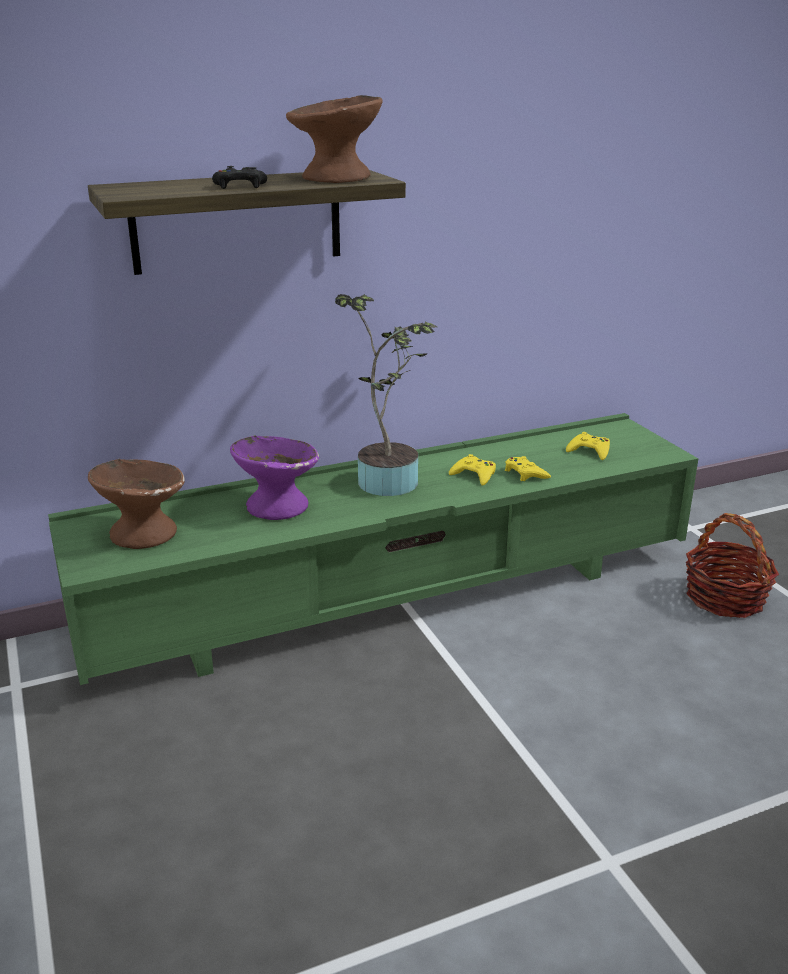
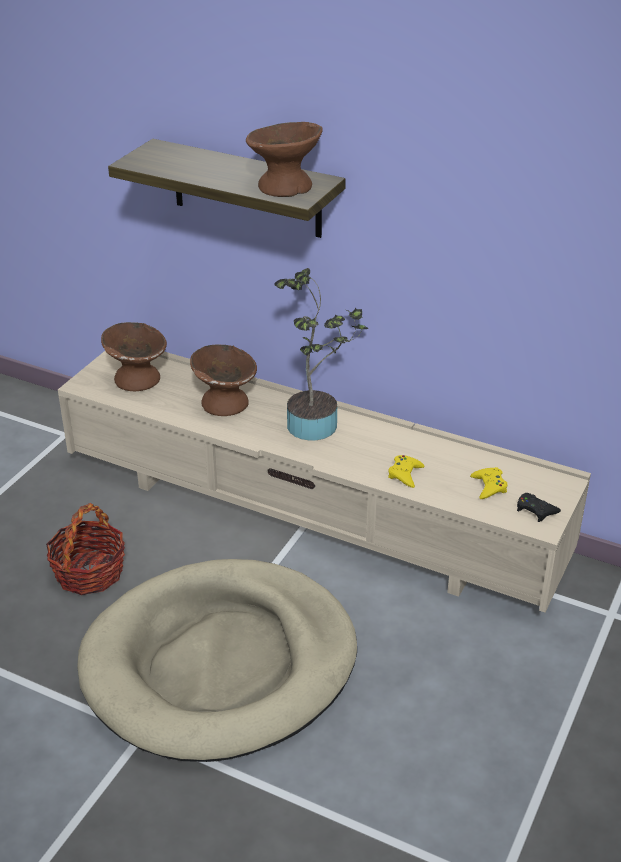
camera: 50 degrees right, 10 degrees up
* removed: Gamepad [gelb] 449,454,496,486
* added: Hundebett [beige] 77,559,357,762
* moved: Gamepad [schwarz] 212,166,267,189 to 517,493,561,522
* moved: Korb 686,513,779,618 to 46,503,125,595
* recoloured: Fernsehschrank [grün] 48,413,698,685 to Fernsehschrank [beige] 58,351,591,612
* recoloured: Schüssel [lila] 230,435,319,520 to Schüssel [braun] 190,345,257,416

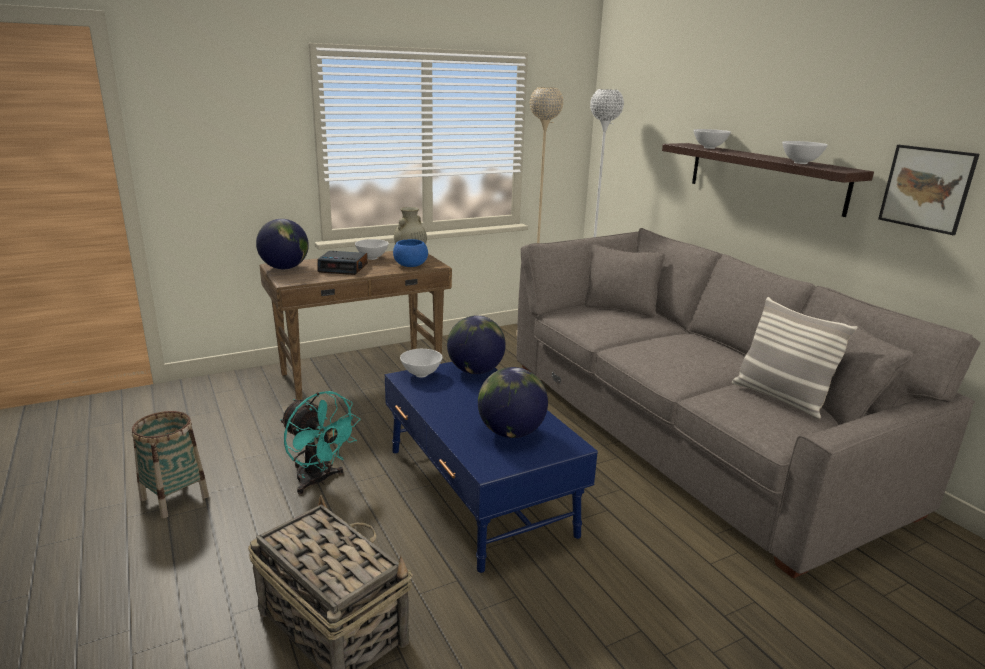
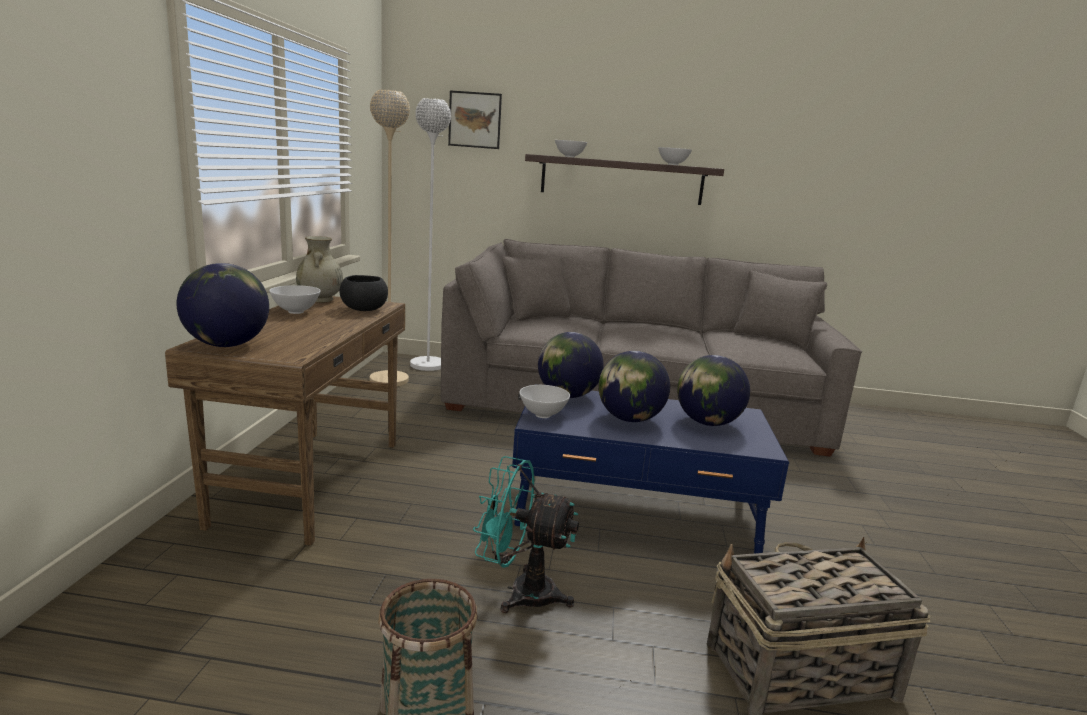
camera: 55 degrees left, 5 degrees down
* removed: Wecker 317,251,368,275
* removed: Kissen 732,297,858,419
* added: Globus 598,351,670,422
* moved: Bild 878,145,979,235 to 448,90,502,149
* recoloured: Schüssel [blau] 393,239,428,267 to Schüssel [schwarz] 340,275,388,311
* turned: Ventilator [türkis] 280,391,360,494 = 473,456,579,613 150 degrees counterclockwise

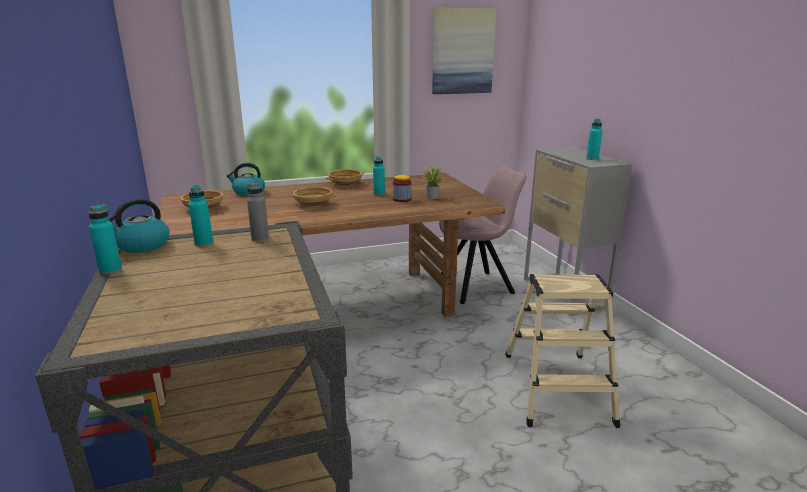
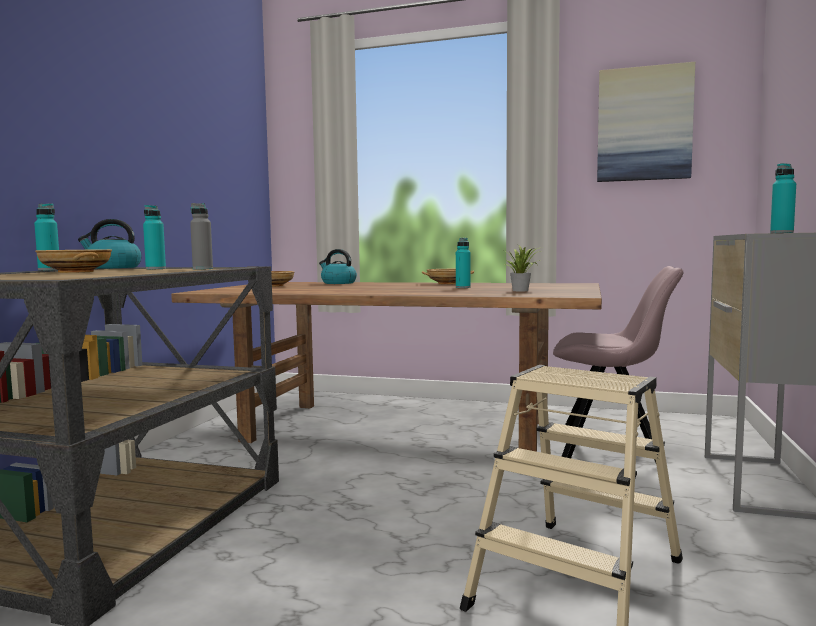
camera: 35 degrees right, 15 degrees down
* removed: Vorratsglas 393,175,411,202
* moved: Schüssel [beige] 289,187,337,207 to 35,249,112,273

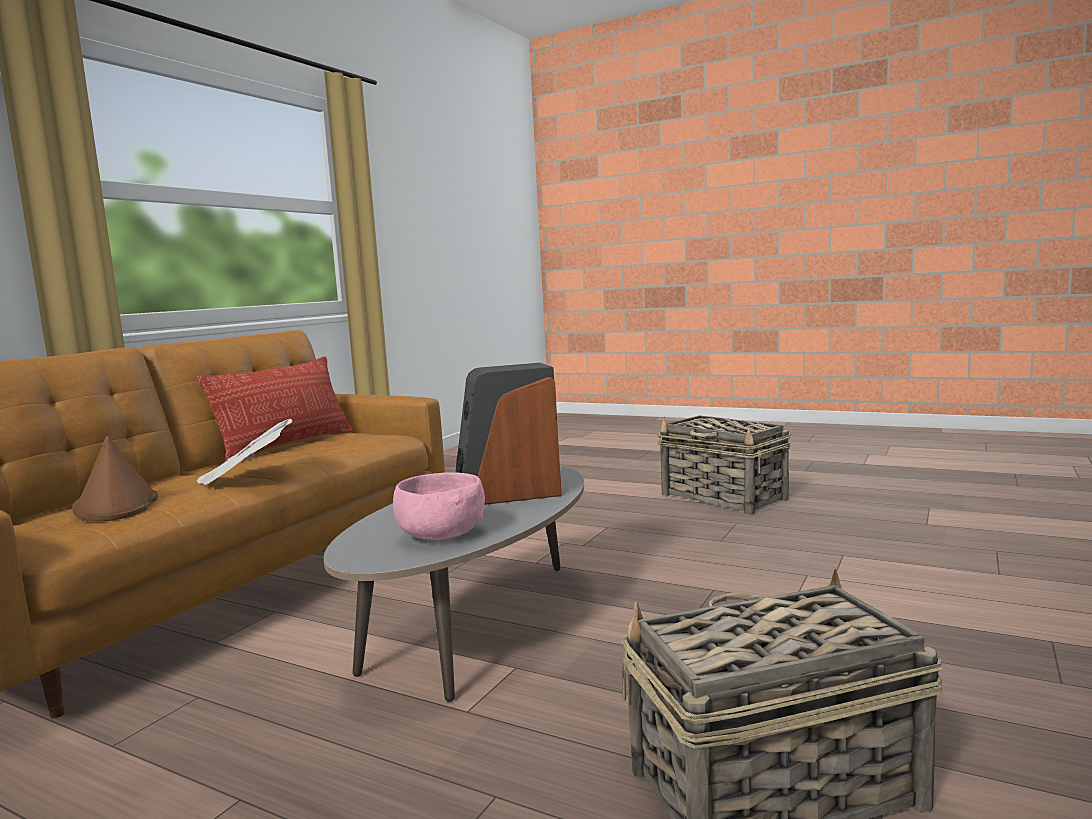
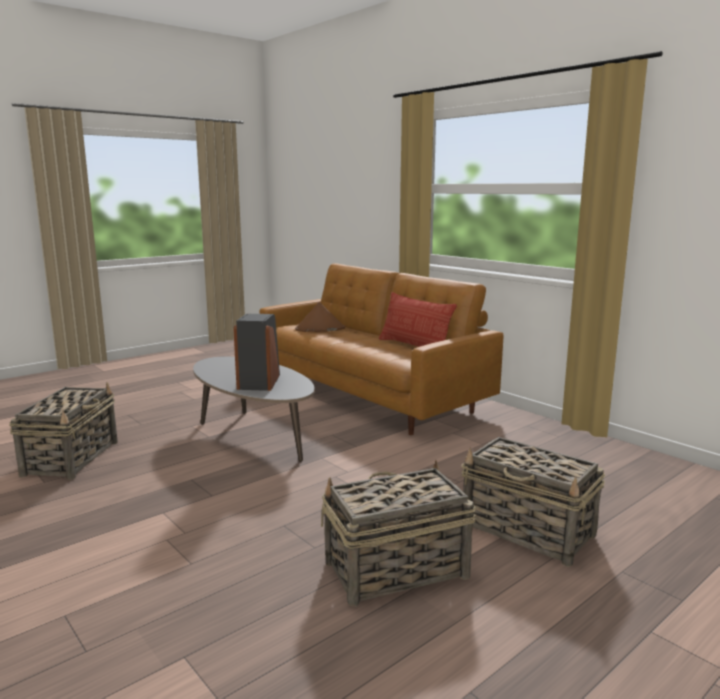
camera: 110 degrees right, 5 degrees up
* removed: Zeitung 196,419,292,485
* removed: Schüssel [rosa] 393,472,485,540
* added: Korb 462,437,605,567

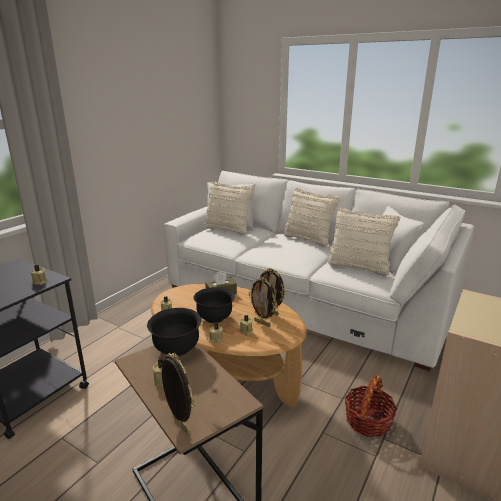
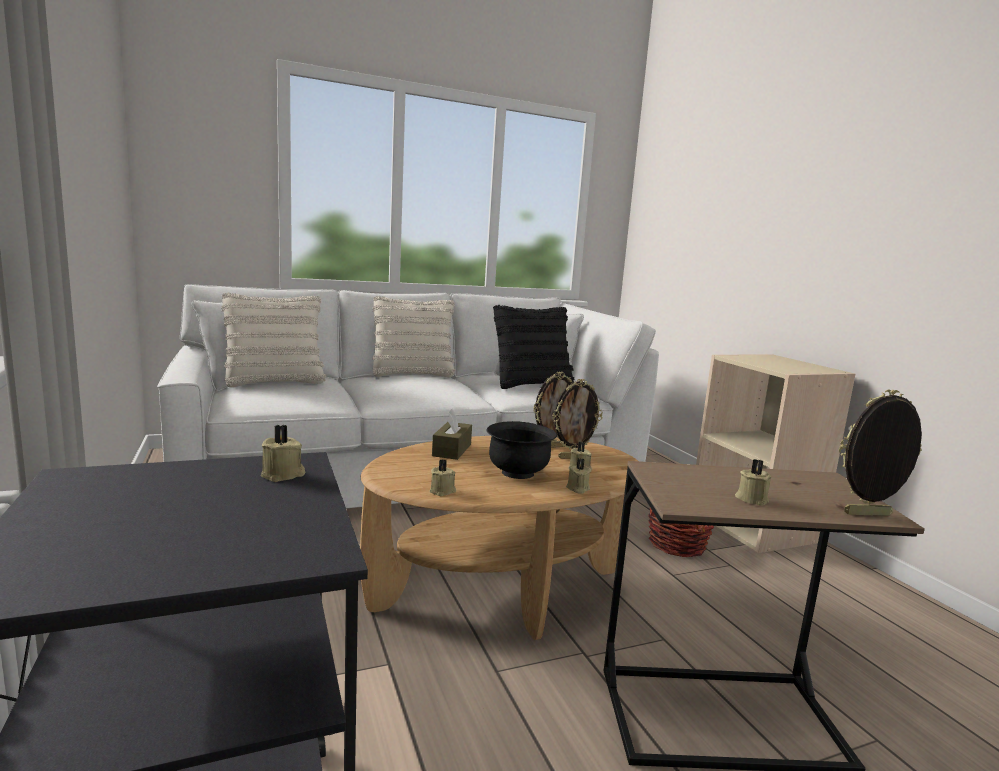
camera: 55 degrees left, 10 degrees down
* removed: Schüssel [schwarz] 147,308,201,357
* recoloured: Kissen [beige] 328,207,401,276 to Kissen [schwarz] 493,304,574,389

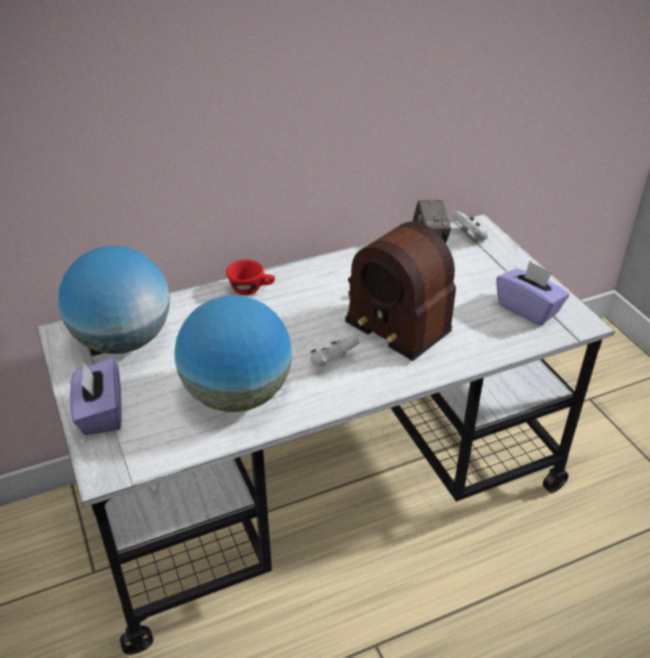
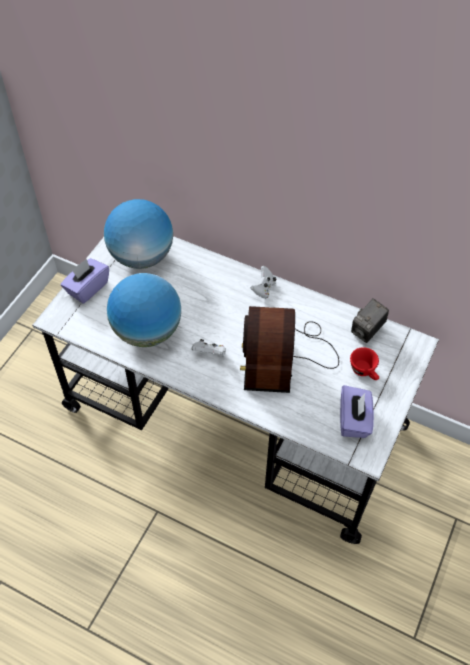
camera: 50 degrees right, 15 degrees up
* moved: Tasse [rot] 226,260,275,295 to 350,347,379,380
* moved: Gamepad [weiß] 452,210,488,241 to 251,266,276,299

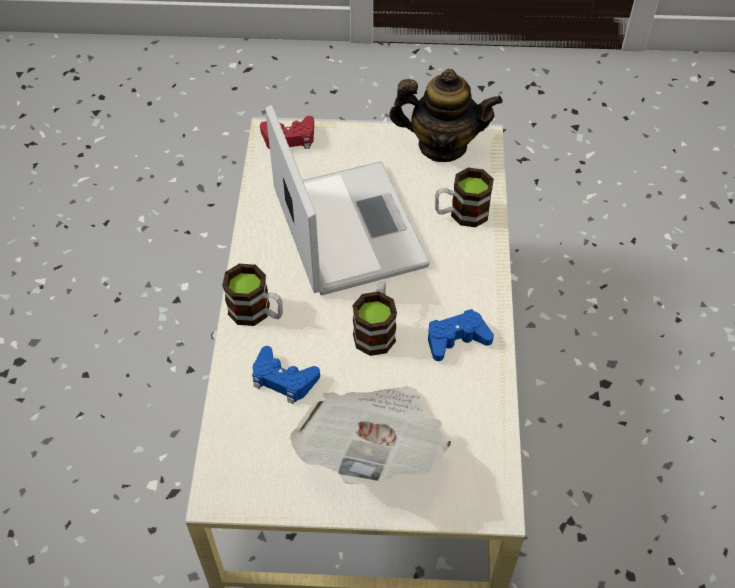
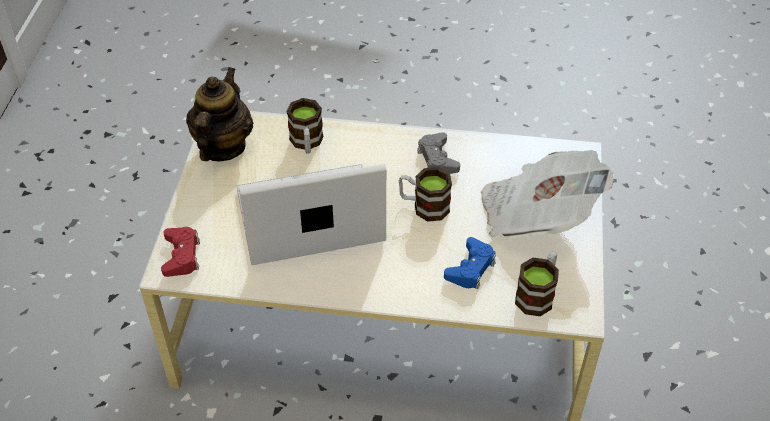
camera: 85 degrees left, 5 degrees down
* moved: Henkelbecher 222,264,283,326 to 515,252,559,316
* recoloured: Gamepad [blau] 428,309,494,361 to Gamepad [grau] 417,132,460,174

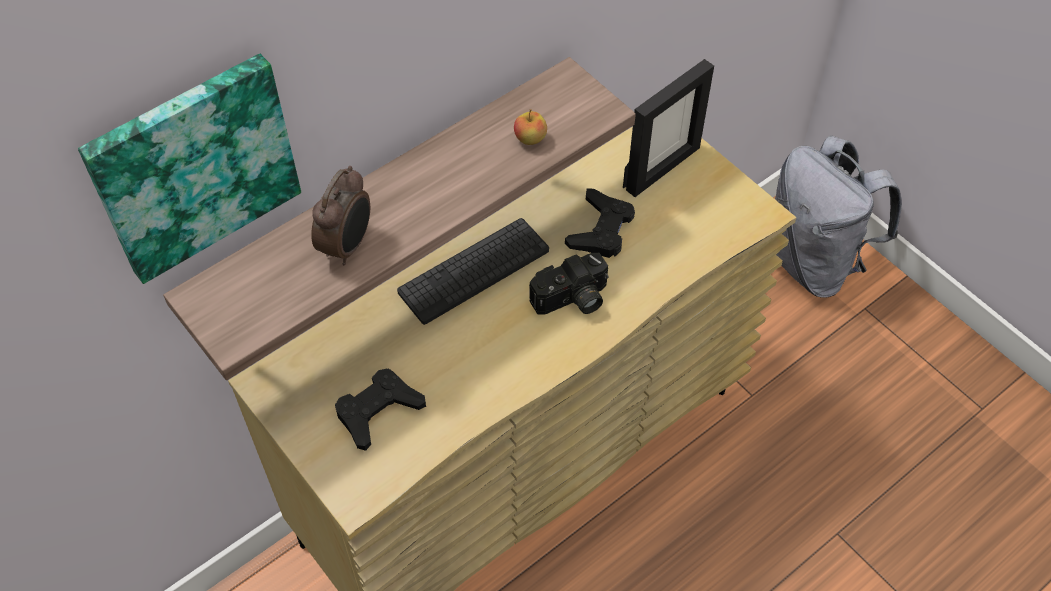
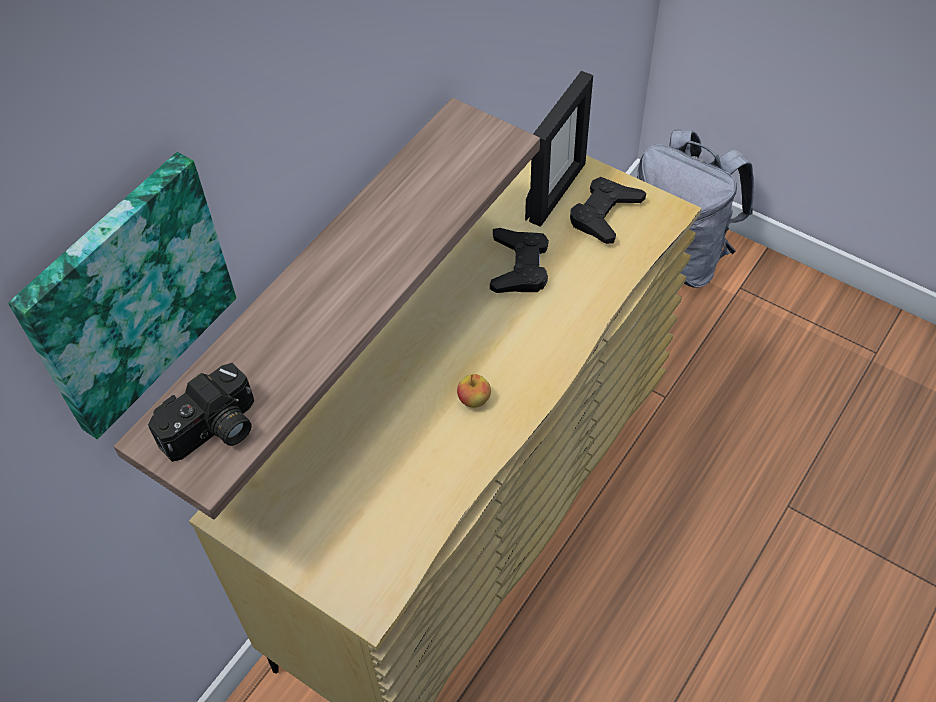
camera: 15 degrees left, 0 degrees up
* removed: Wecker 311,166,370,265
* removed: Tastatur 397,218,549,325
* moved: Gamepad [schwarz] 335,368,426,451 to 570,177,646,244
* moved: Apfel 514,109,547,145 to 457,374,491,408
* moved: Kamera 529,253,608,315 to 148,363,254,462

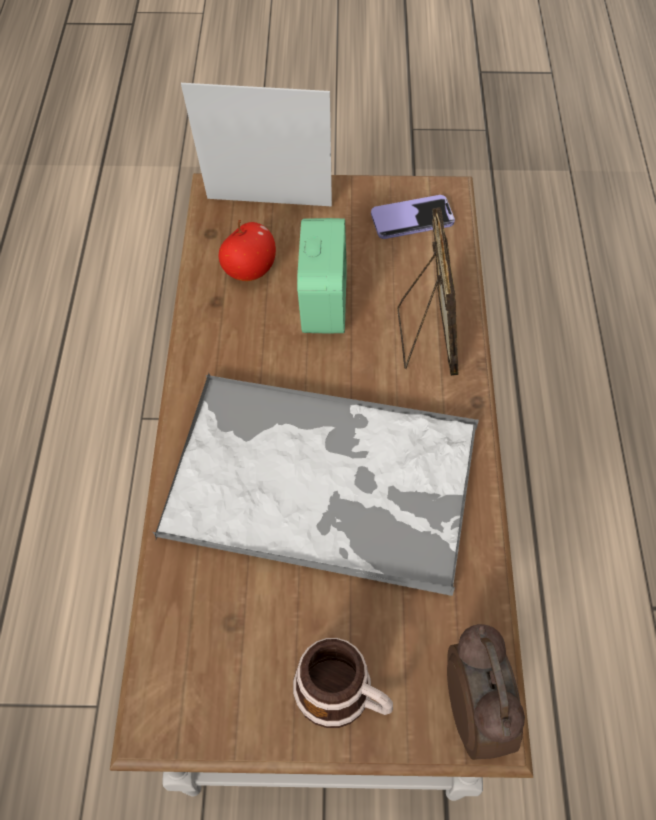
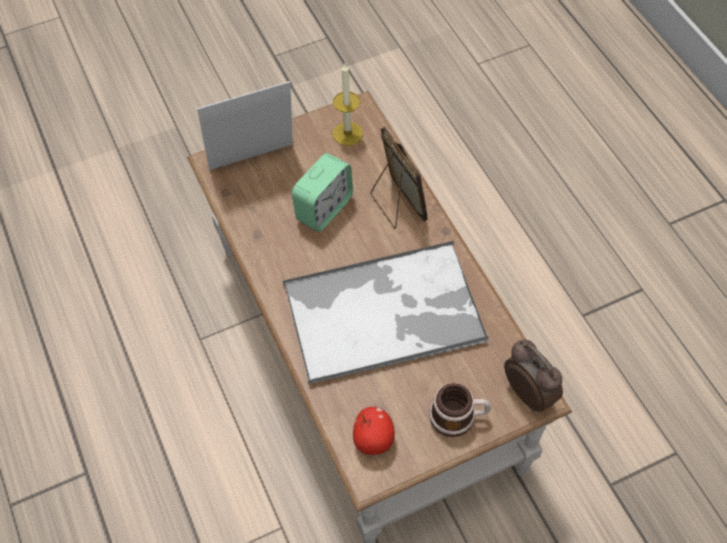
camera: 25 degrees left, 0 degrees up
* moved: Apfel 219,220,276,281 to 353,407,395,455
* replaced: Handy 371,195,455,239 to Kerze 333,64,363,146
* turned: Wecker 297,218,347,334 = 292,153,353,232 60 degrees clockwise

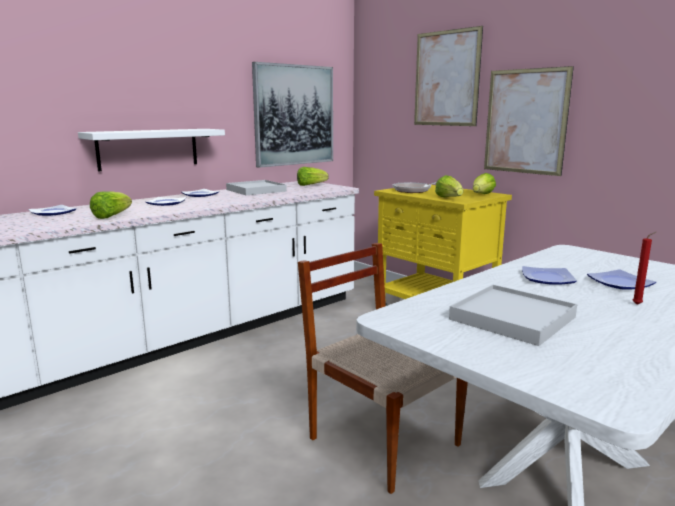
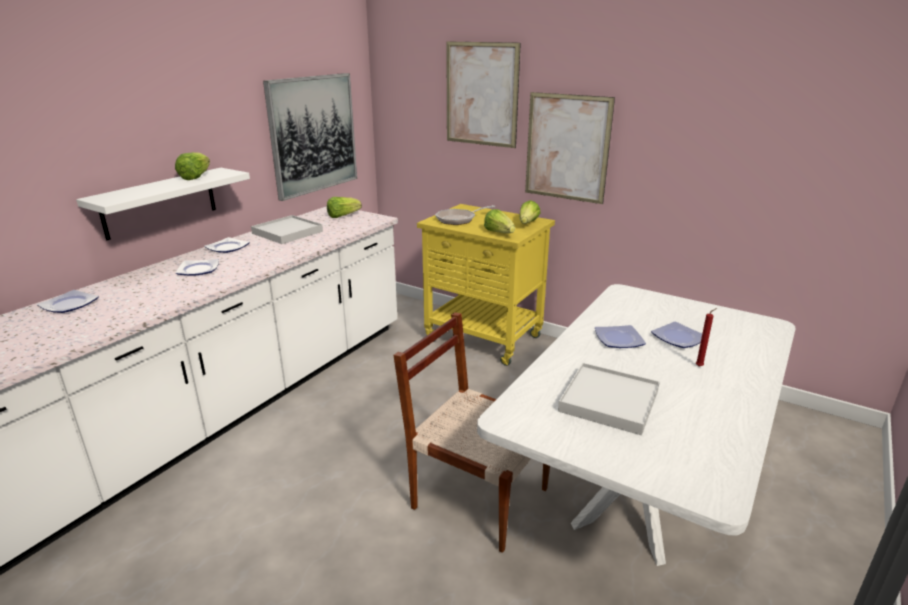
camera: 15 degrees left, 10 degrees up
* moved: Salatkopf 90,191,132,219 to 175,152,210,180

